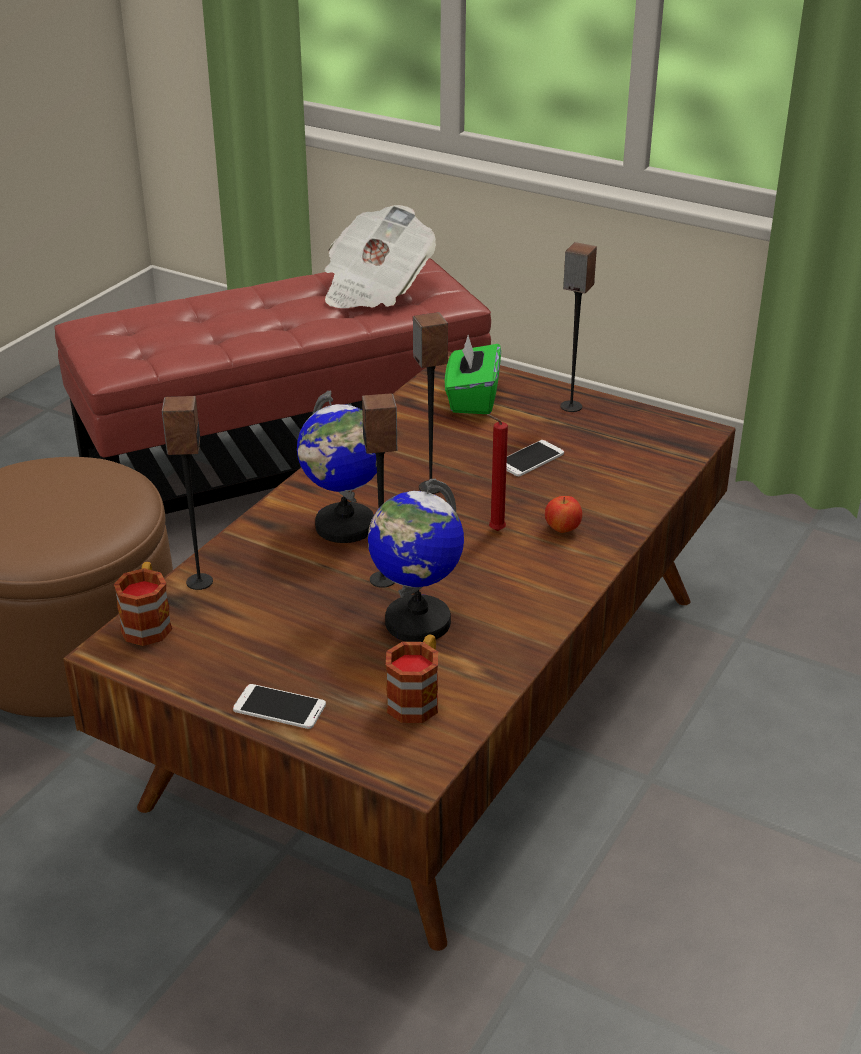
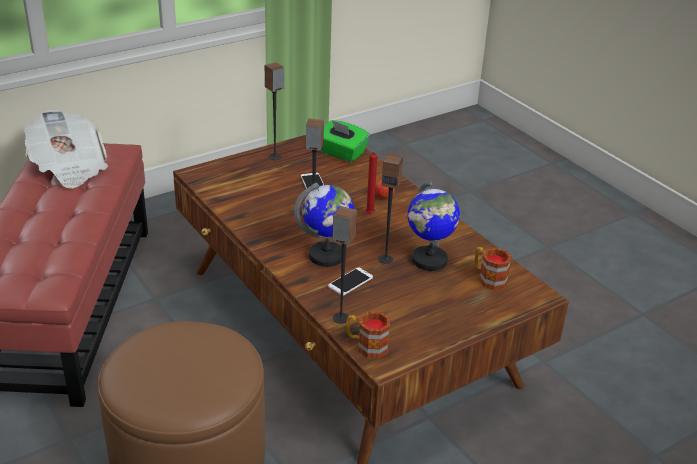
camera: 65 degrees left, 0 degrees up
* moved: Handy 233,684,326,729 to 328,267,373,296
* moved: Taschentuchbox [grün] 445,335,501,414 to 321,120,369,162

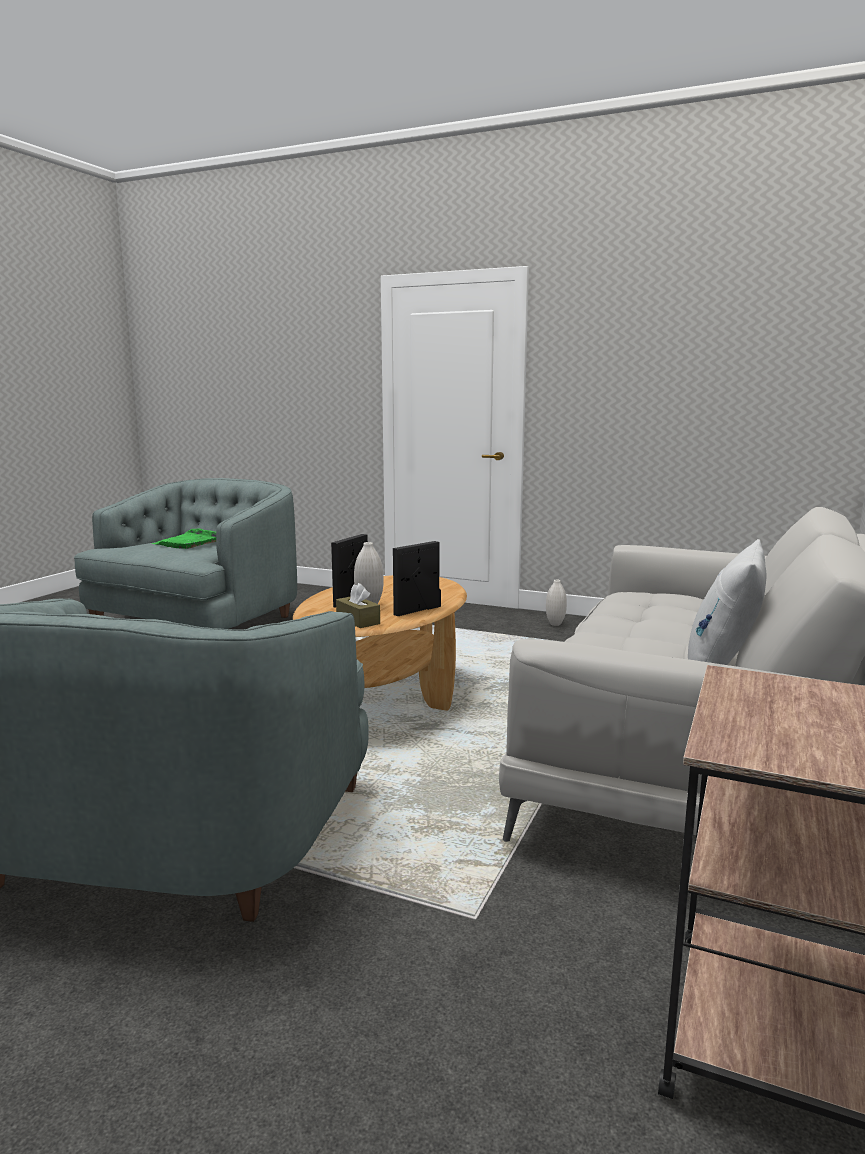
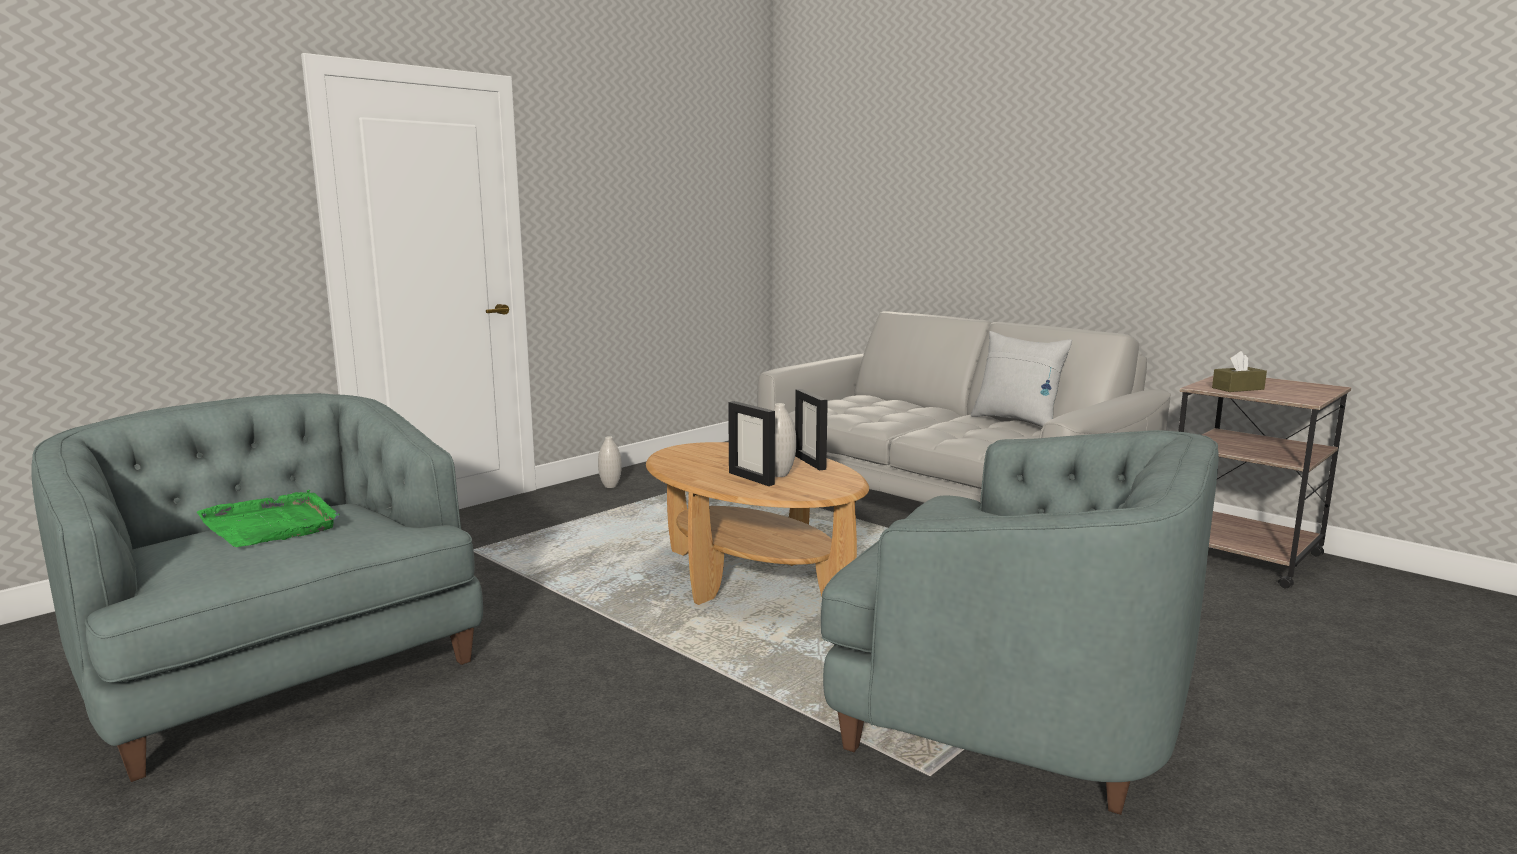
camera: 70 degrees left, 0 degrees up
* moved: Taschentuchbox [braun] 336,583,380,628 to 1212,351,1267,392

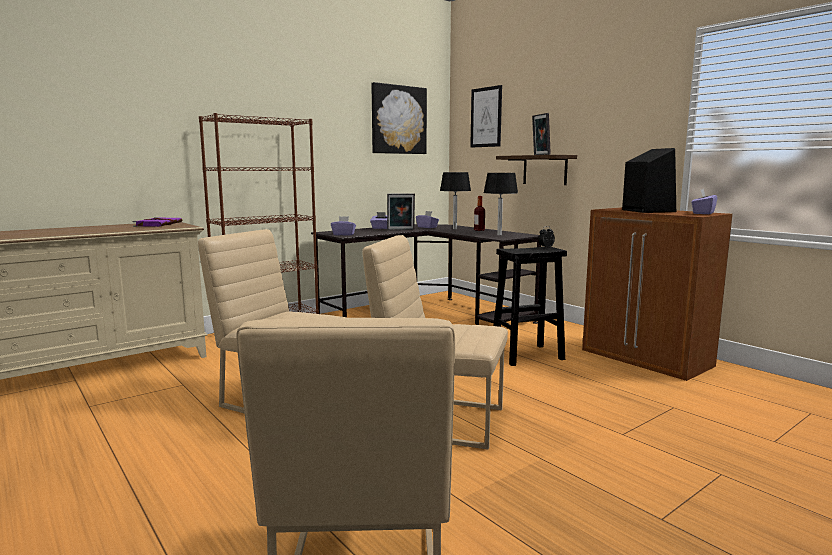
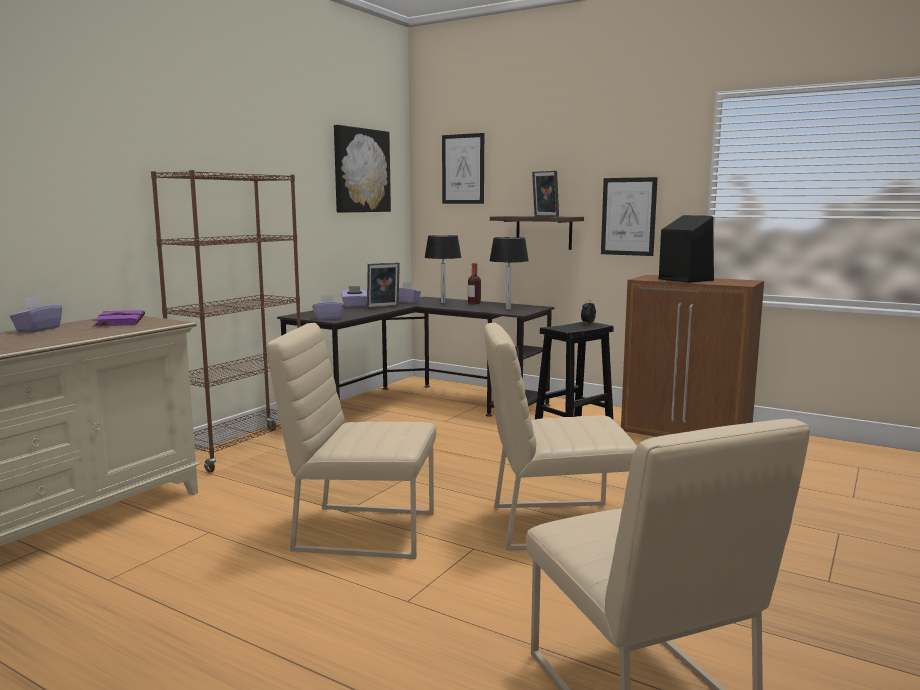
camera: 20 degrees left, 0 degrees up
* added: Bild 601,177,658,256
* moved: Taschentuchbox [lila] 691,189,717,214 to 10,297,62,332

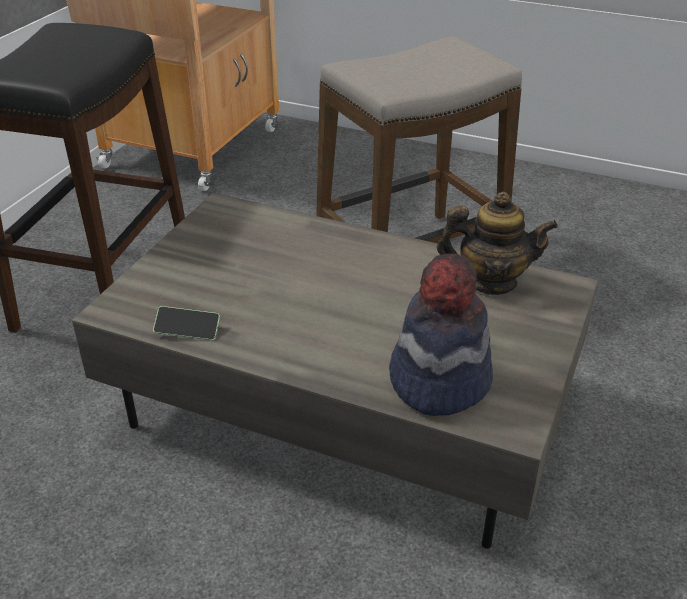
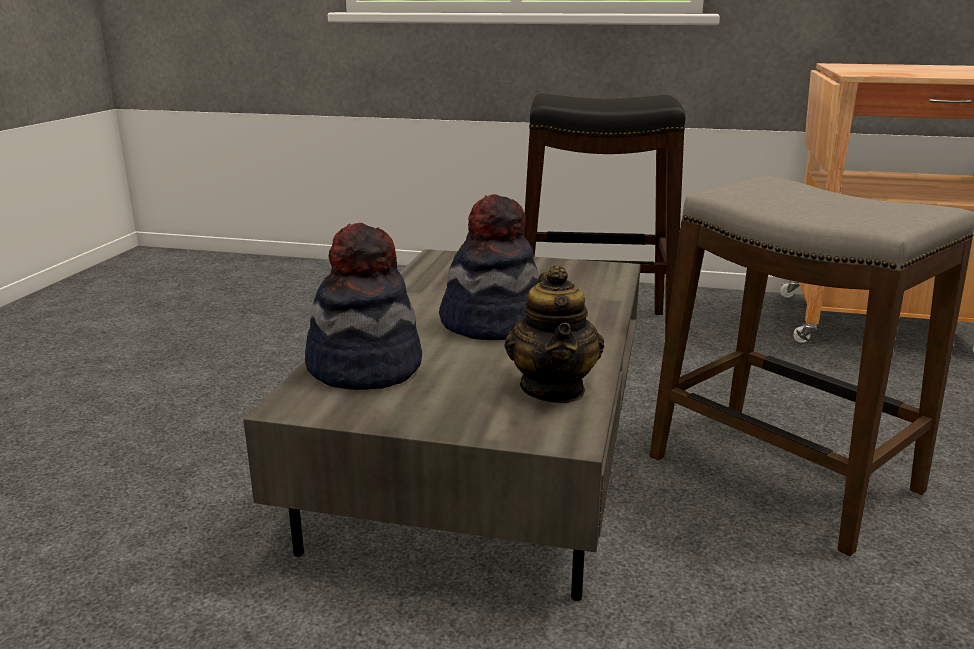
camera: 80 degrees right, 15 degrees down
* removed: Handy 153,306,220,341
* added: Hut 439,194,539,340

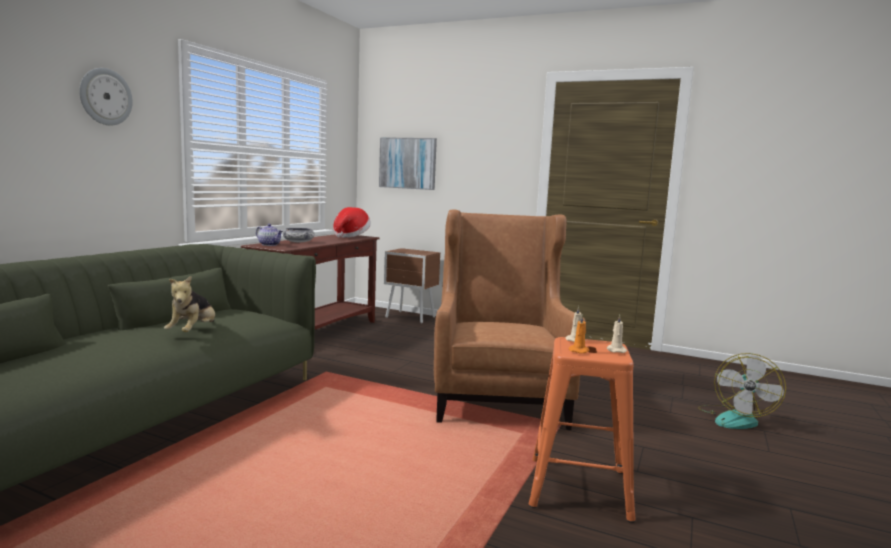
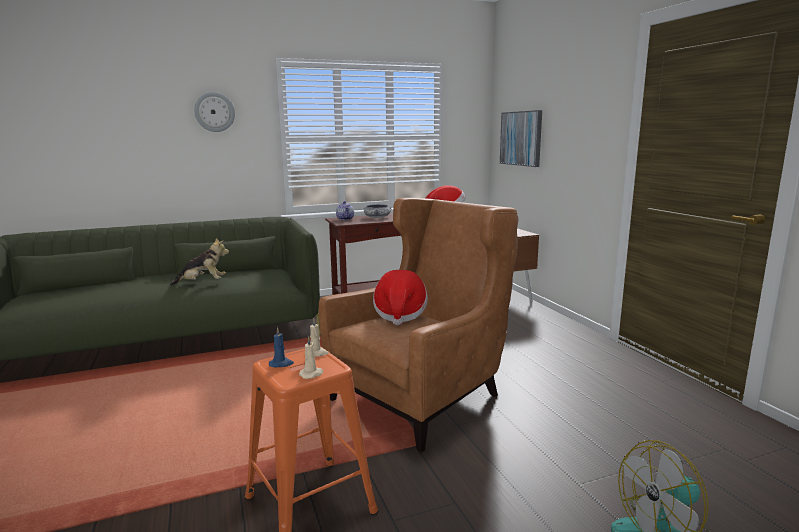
camera: 45 degrees right, 5 degrees up
* added: Hut 373,270,428,325
* recoloured: Kerze [orange] 568,315,589,354 to Kerze [blau] 269,327,294,368
* turned: Plüschtier 164,276,215,332 = 170,238,229,286 150 degrees counterclockwise

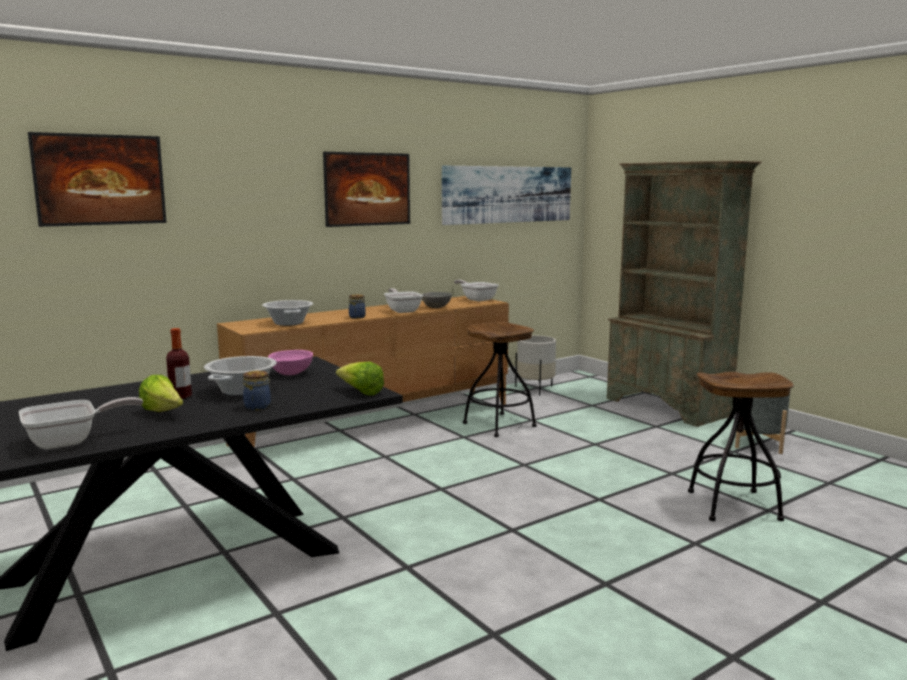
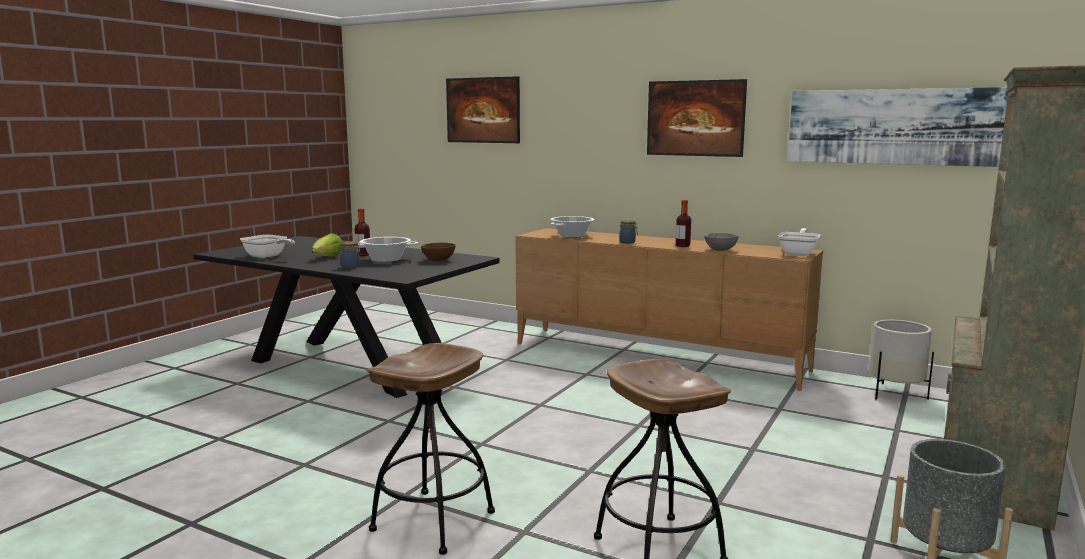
camera: 65 degrees right, 0 degrees up
* removed: Salatkopf 336,362,384,395
* moved: Hocker [braun] 463,322,537,437 to 367,343,495,555
* replaced: Pfanne 384,288,423,313 to Flasche 676,200,691,247
* recoloured: Schüssel [rosa] 268,350,313,375 to Schüssel [braun] 421,242,456,261

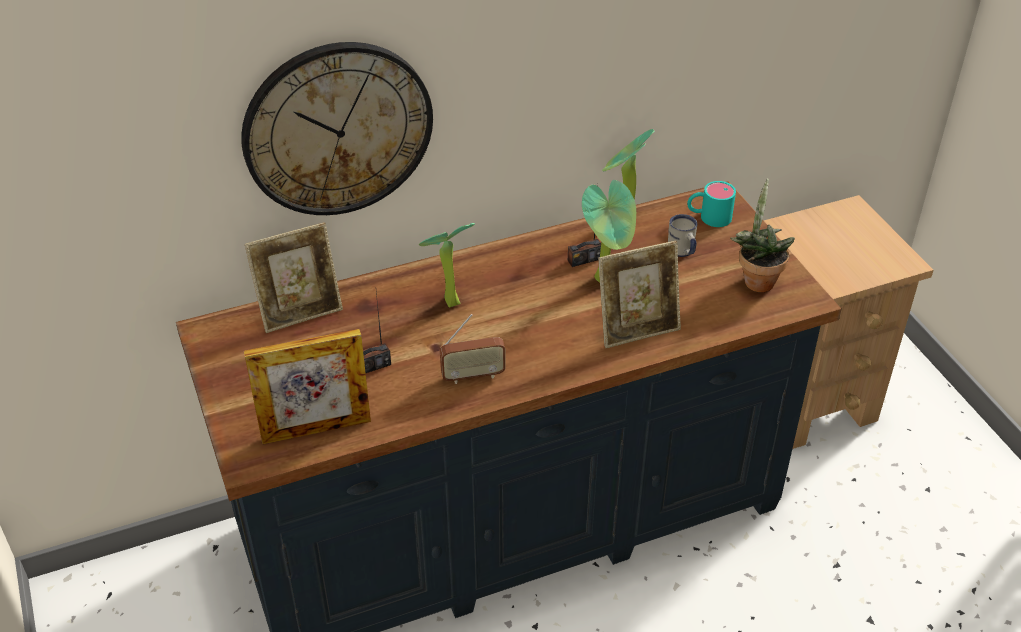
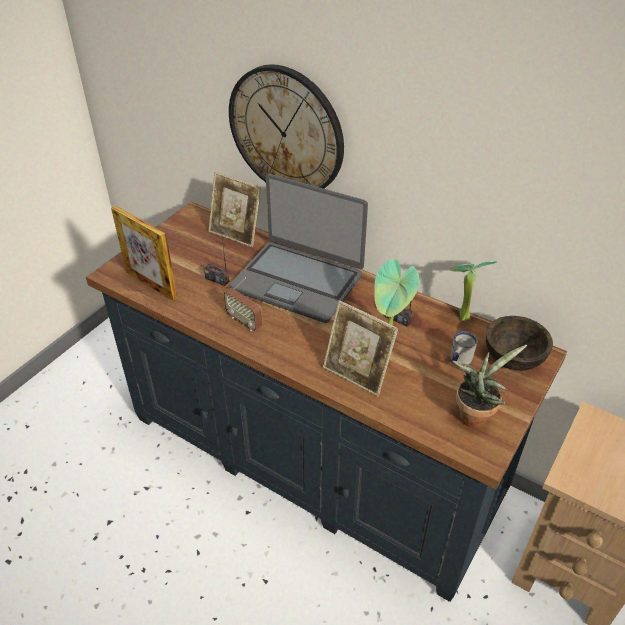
camera: 55 degrees right, 0 degrees up
* replaced: Topfpflanze 419,223,475,307 to Laptop 230,174,368,323
* replaced: Henkelbecher [türkis] 687,181,736,227 to Schüssel [braun] 486,316,553,371

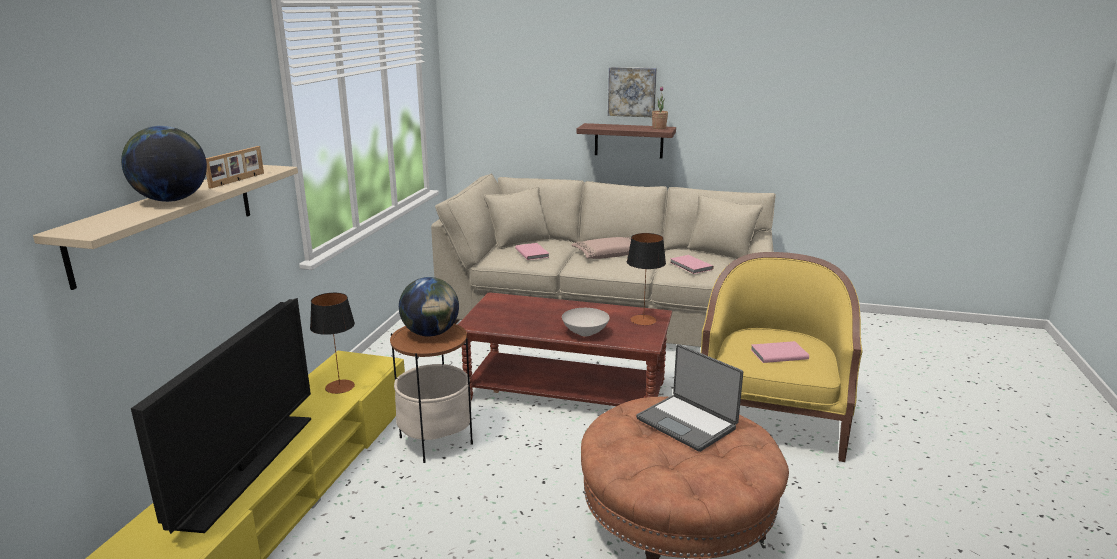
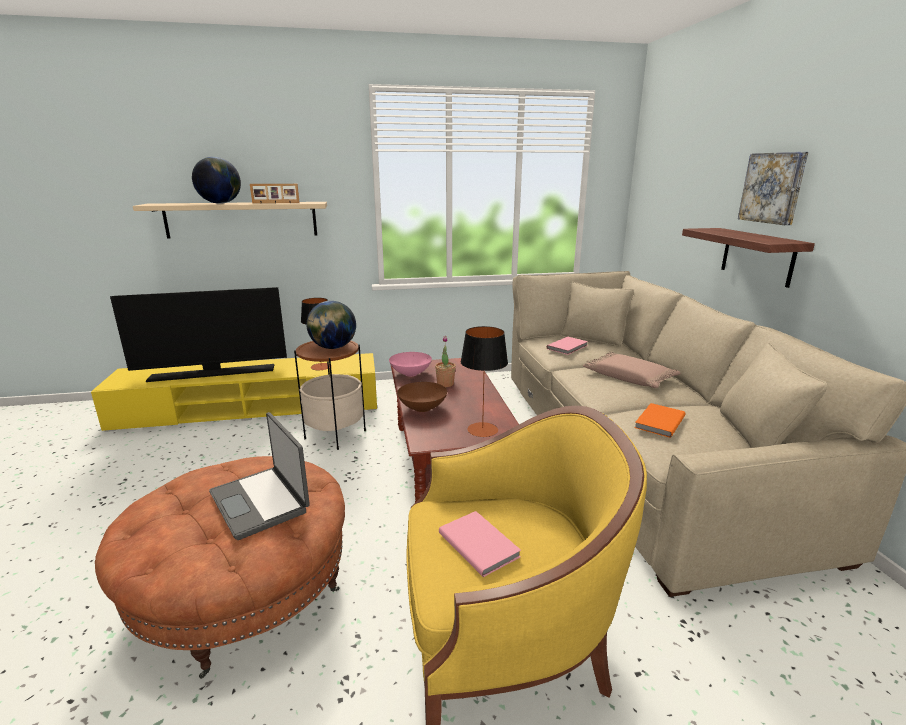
camera: 65 degrees right, 0 degrees up
* added: Schüssel [rosa] 389,352,432,376
* moved: Topfpflanze 652,86,668,129 to 435,336,456,387
* recoloured: Schüssel [weiß] 562,308,610,336 to Schüssel [braun] 397,382,447,412
* recoloured: Buch [rosa] 670,255,714,274 to Buch [orange] 634,403,686,438
* turned: Laptop 636,344,743,452 = 209,412,310,540 60 degrees counterclockwise

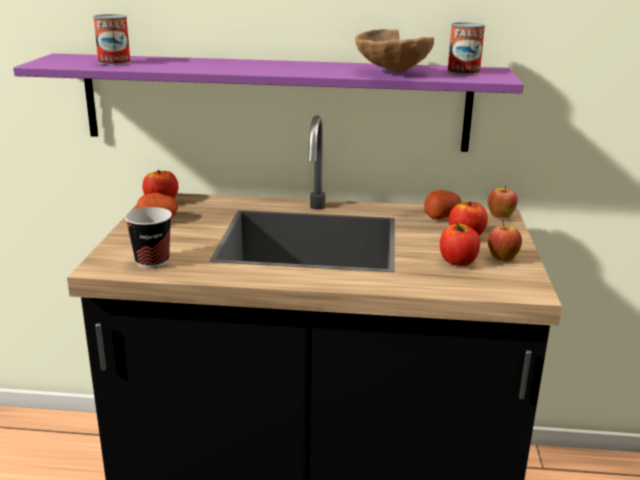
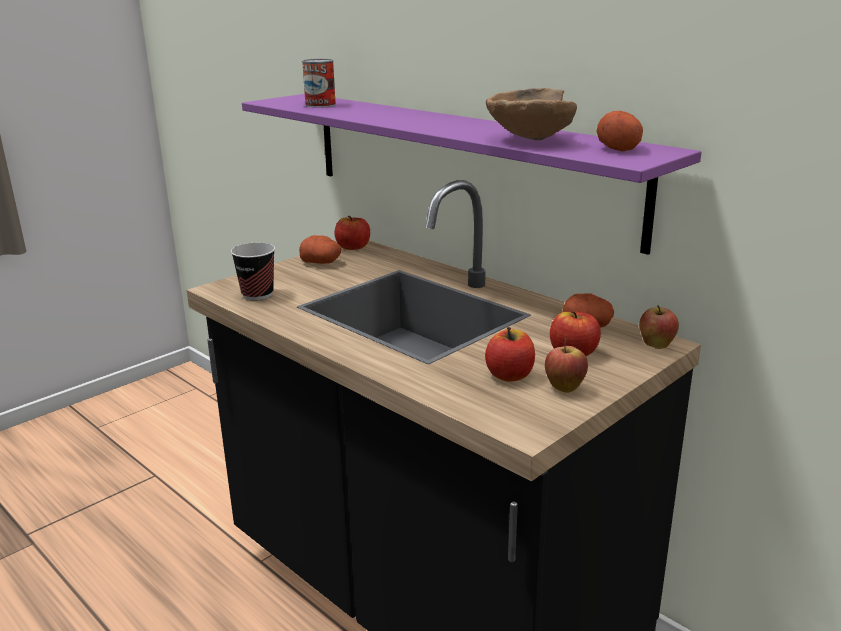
camera: 40 degrees right, 0 degrees up
* replaced: Dose 447,22,485,75 to Kartoffel 596,111,643,152

